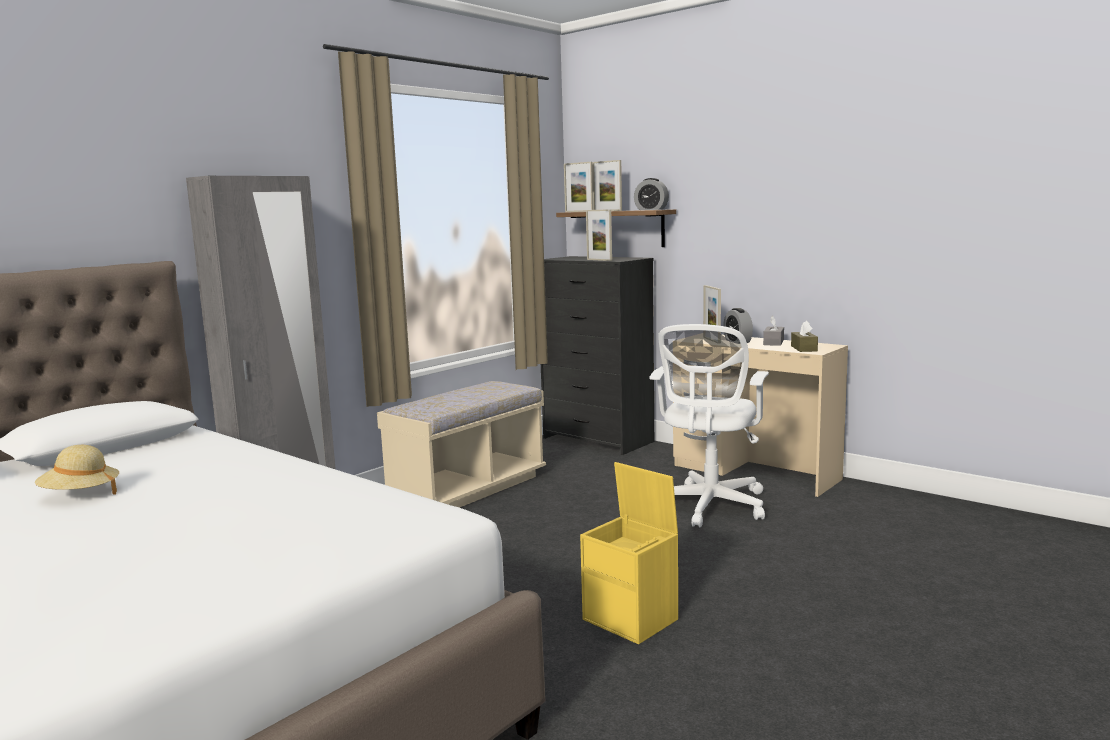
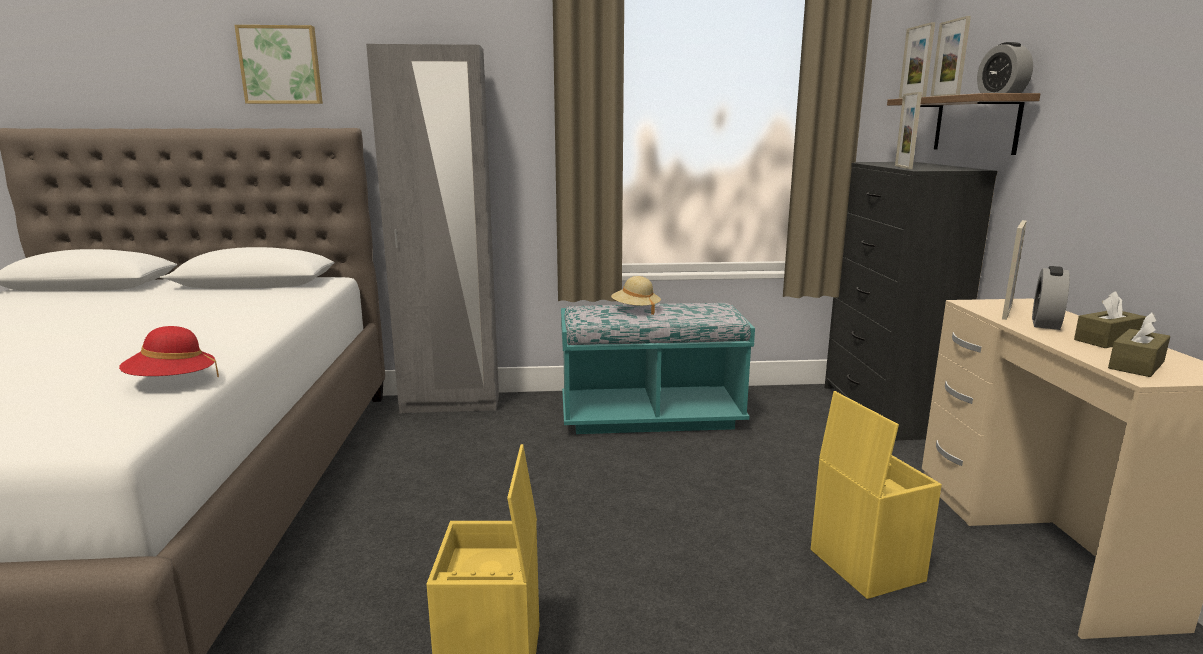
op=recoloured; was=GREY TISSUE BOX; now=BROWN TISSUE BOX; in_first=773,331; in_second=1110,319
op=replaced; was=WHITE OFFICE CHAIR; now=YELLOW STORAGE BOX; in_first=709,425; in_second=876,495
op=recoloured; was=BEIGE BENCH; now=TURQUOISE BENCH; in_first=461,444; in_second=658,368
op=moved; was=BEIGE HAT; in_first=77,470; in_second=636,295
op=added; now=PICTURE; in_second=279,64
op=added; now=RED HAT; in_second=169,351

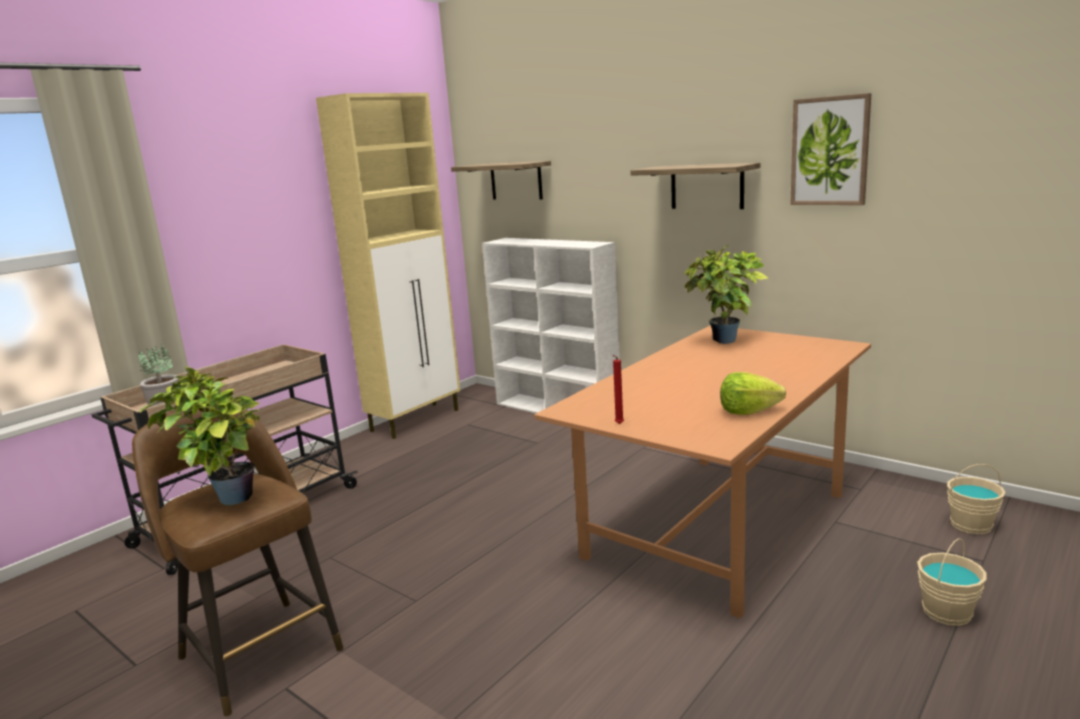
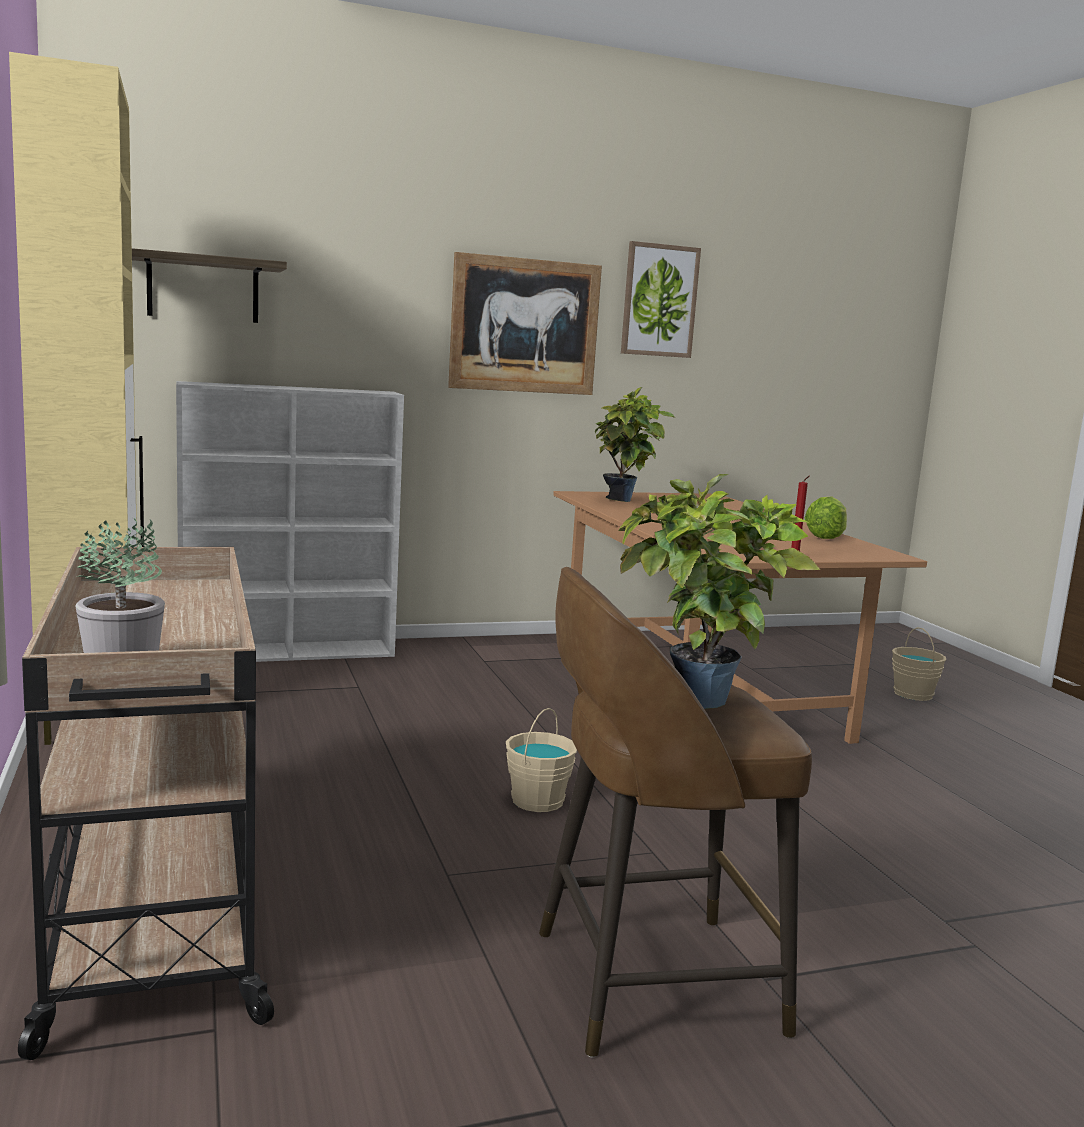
op=replaced; was=SHELF; now=PICTURE; in_first=696,186; in_second=525,323
op=moved; was=BEIGE BUCKET; in_first=976,499; in_second=541,760

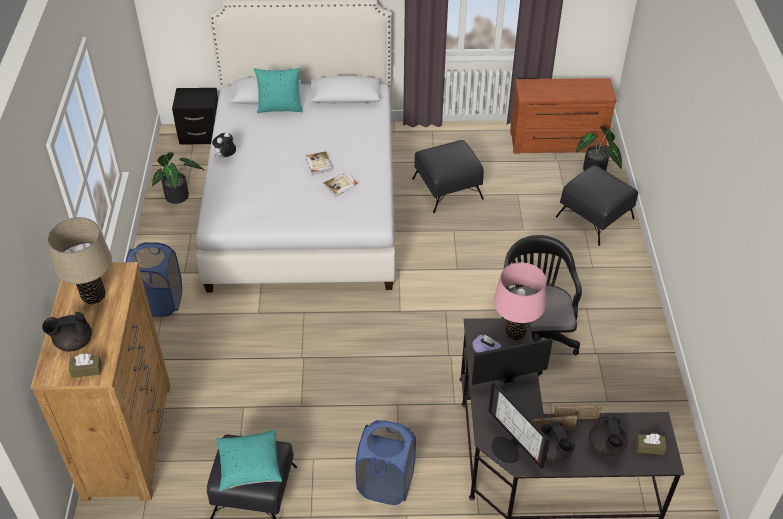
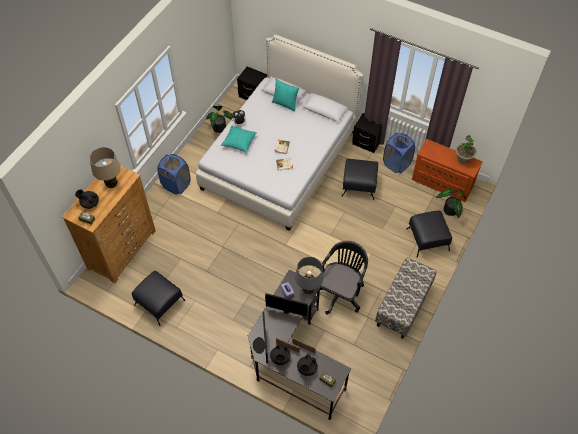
op=recoloured; was=PINK TABLE LAMP; now=GREY TABLE LAMP; in_first=520,301; in_second=309,275
op=moved; was=BLUE LAUNDRY BASKET; in_first=385,462; in_second=399,153
op=moved; was=TURQUOISE PILLOW; in_first=249,460; in_second=239,139
op=added; now=BLACK NIGHTSTAND; in_second=367,133
op=added; now=POTTED PLANT; in_second=466,149
op=added; now=BENCH; in_second=406,298

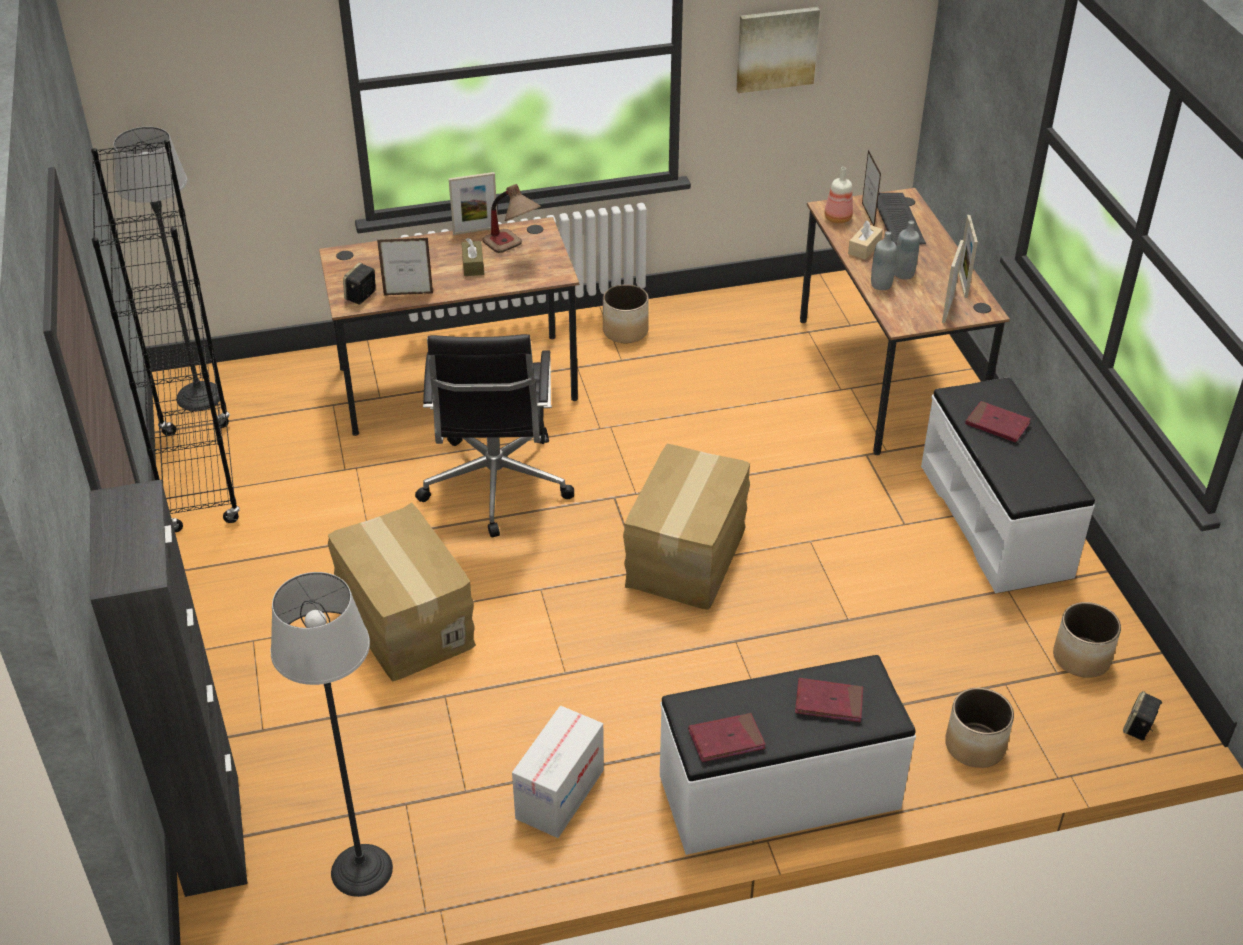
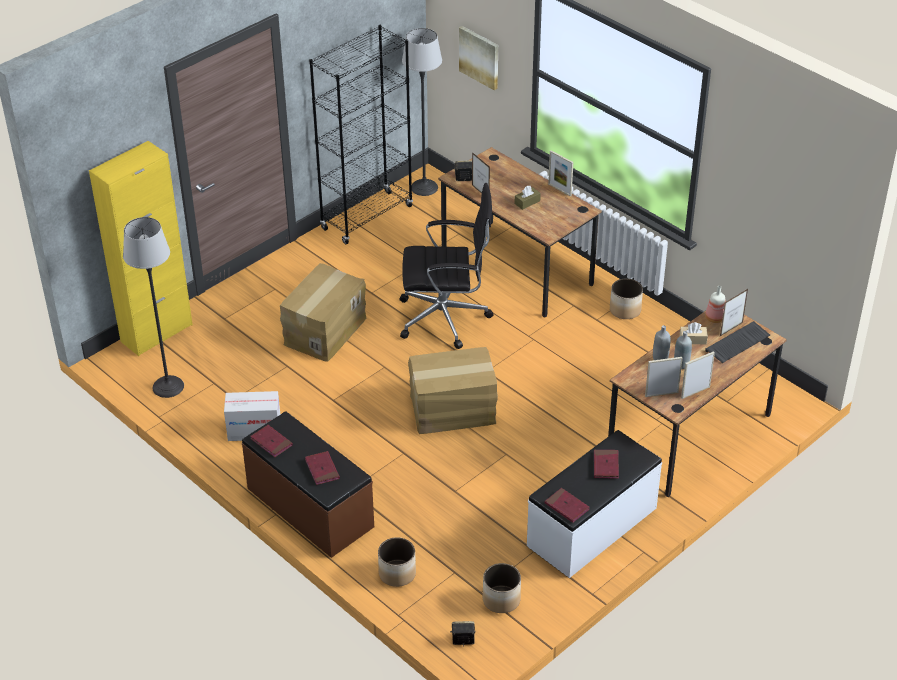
op=moved; was=PICTURE; in_first=778,50; in_second=478,58
op=removed; was=TABLE LAMP; in_first=512,218
op=turned; was=BLACK OFFICE CHAIR; in_first=494,435; in_second=446,266; clockwise=-150
op=recoloured; was=BLACK CABINET; now=YELLOW CABINET; in_first=169,688; in_second=141,248
op=recoloured; was=WHITE BENCH; now=BROWN BENCH; in_first=788,755; in_second=308,485
op=added; now=RED BOOK; in_second=567,505

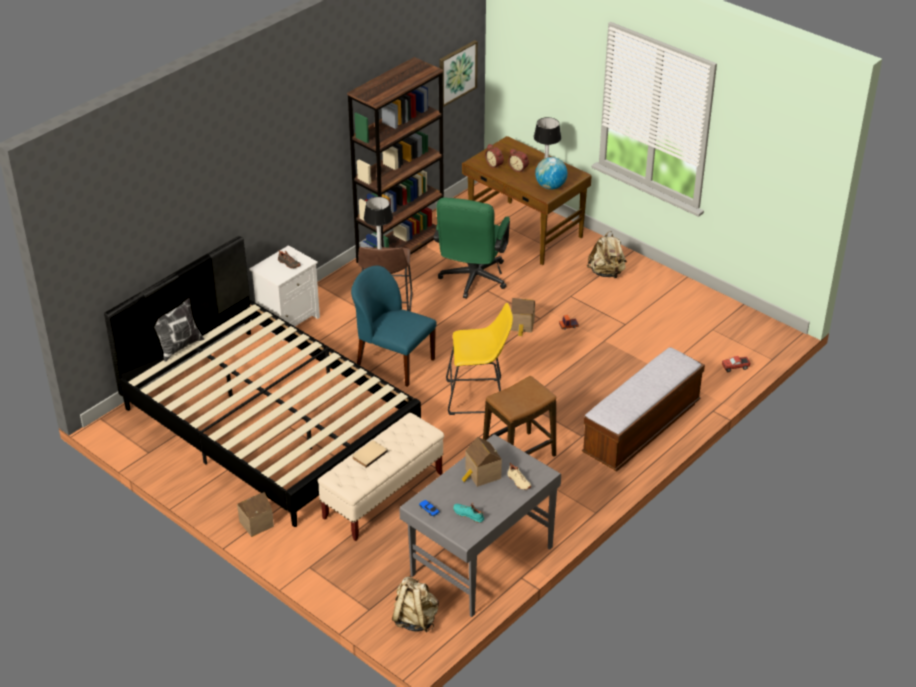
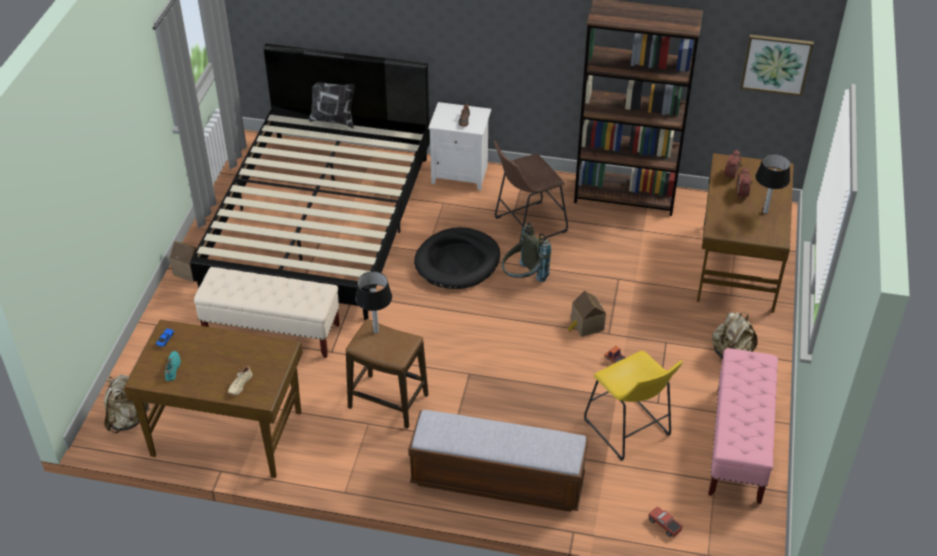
op=removed; was=GLOBE; in_first=551,173
op=moved; was=TABLE LAMP; in_first=378,223; in_second=373,302
op=removed; was=GREEN OFFICE CHAIR; in_first=472,247
op=replaced; was=BLUE CHAIR; now=BLACK DOG BED; in_first=394,326; in_second=457,258
op=moved; was=YELLOW STOOL; in_first=479,359; in_second=633,406
op=recoloured; was=GREY DESK; now=BROWN DESK; in_first=480,525; in_second=213,399
op=removed; was=TOY HOUSE; in_first=482,462
op=removed; was=BEIGE BOOK; in_first=370,454
op=added; now=GREY BACKPACK; in_second=526,252
op=added; now=PINK BENCH; in_second=743,426

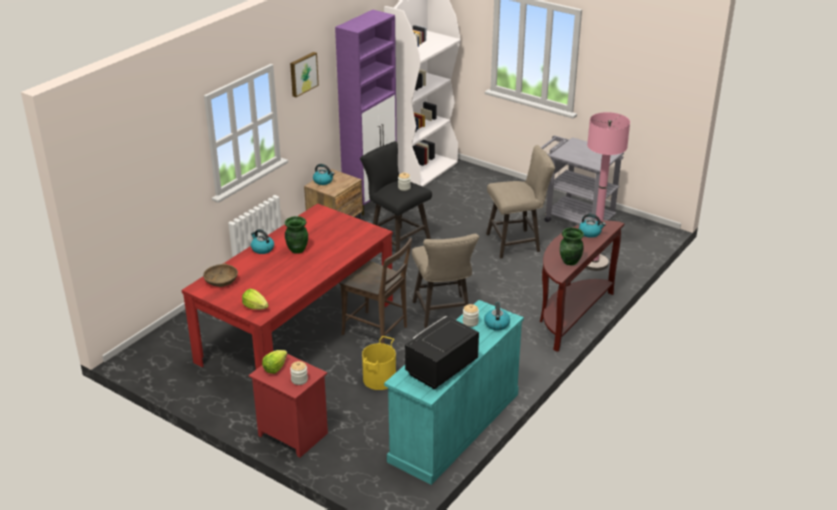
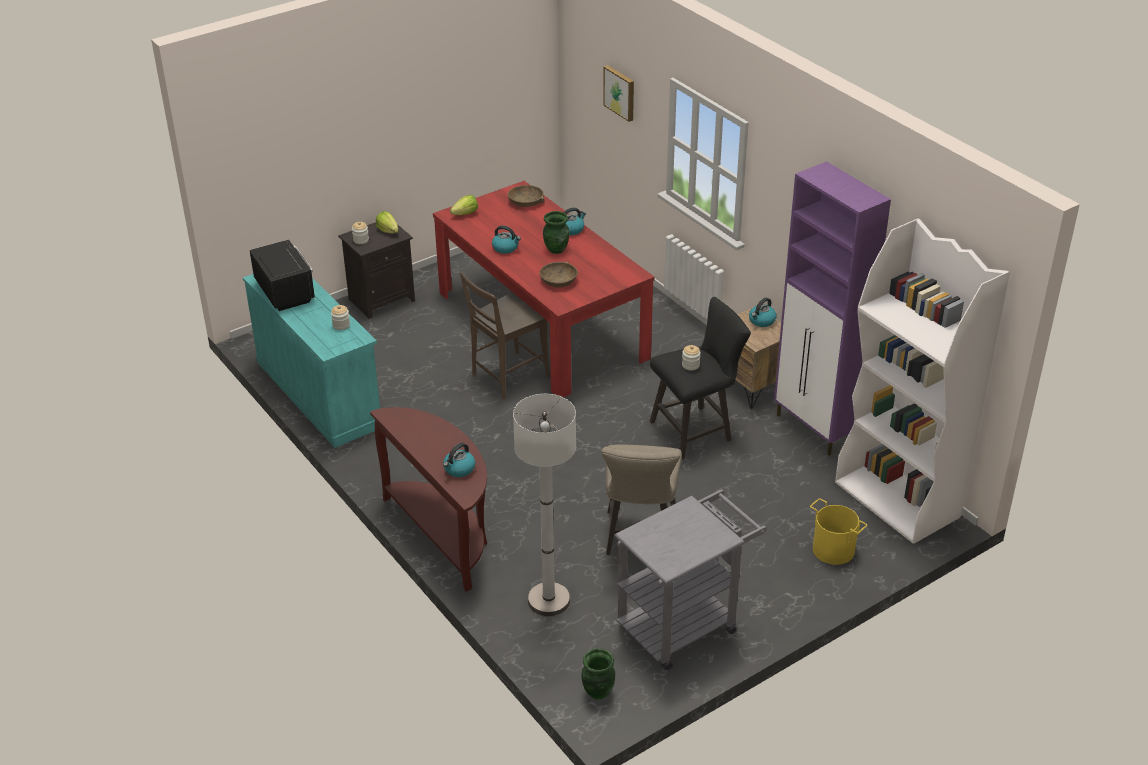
op=moved; was=PICTURE; in_first=304,74; in_second=618,93
op=recoloured; was=PINK FLOOR LAMP; now=WHITE FLOOR LAMP; in_first=608,191; in_second=544,505
op=moved; was=GREEN VASE; in_first=572,246; in_second=598,674
op=removed; was=BEIGE STOOL; in_first=445,281
op=moved; was=KETTLE; in_first=497,316; in_second=506,240
op=moved; was=YELLOW BUCKET; in_first=379,363; in_second=838,531
op=recoloured; was=RED NIGHTSTAND; now=BLACK NIGHTSTAND; in_first=288,406; in_second=376,270
op=added; now=BROWN BOWL; in_second=559,274

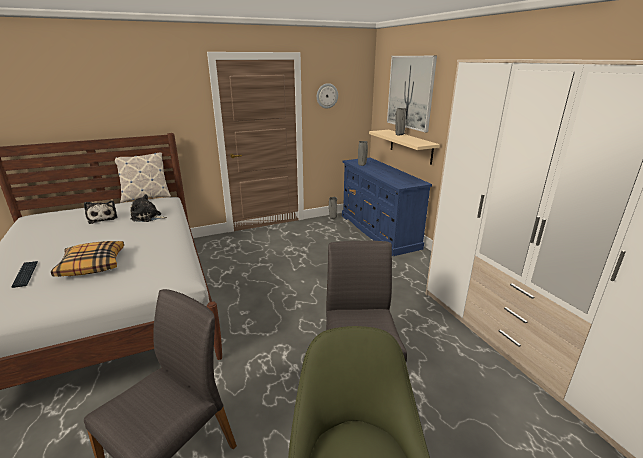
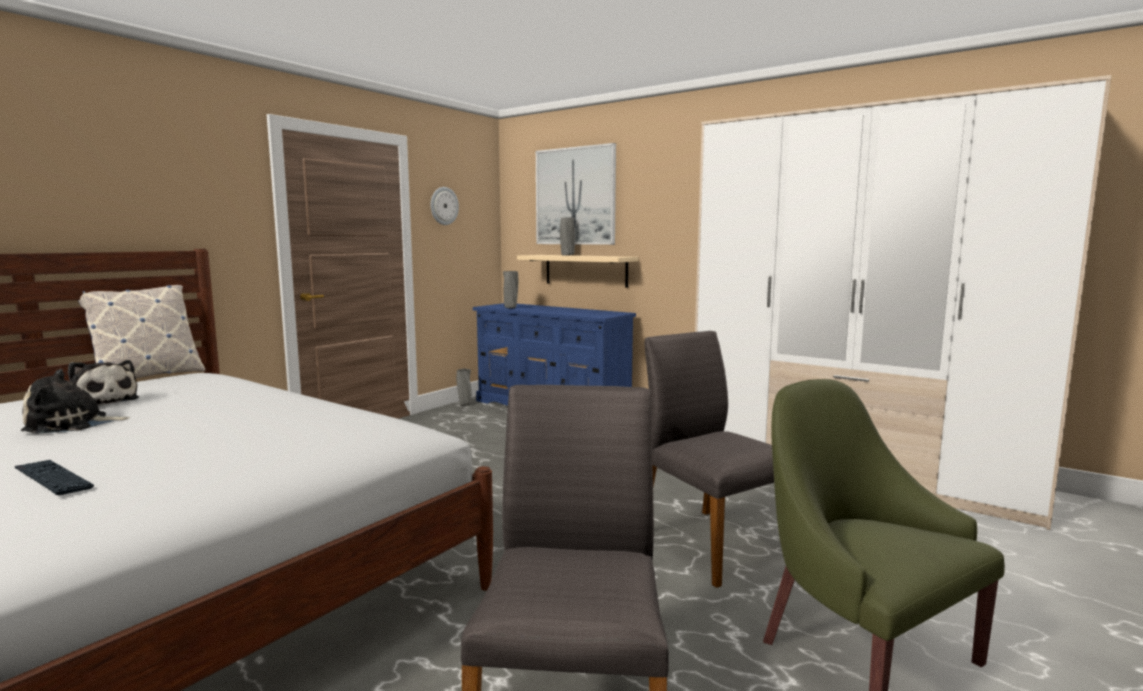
op=moved; was=PLUSH TOY; in_first=148,208; in_second=75,401
op=removed; was=PILLOW; in_first=87,259

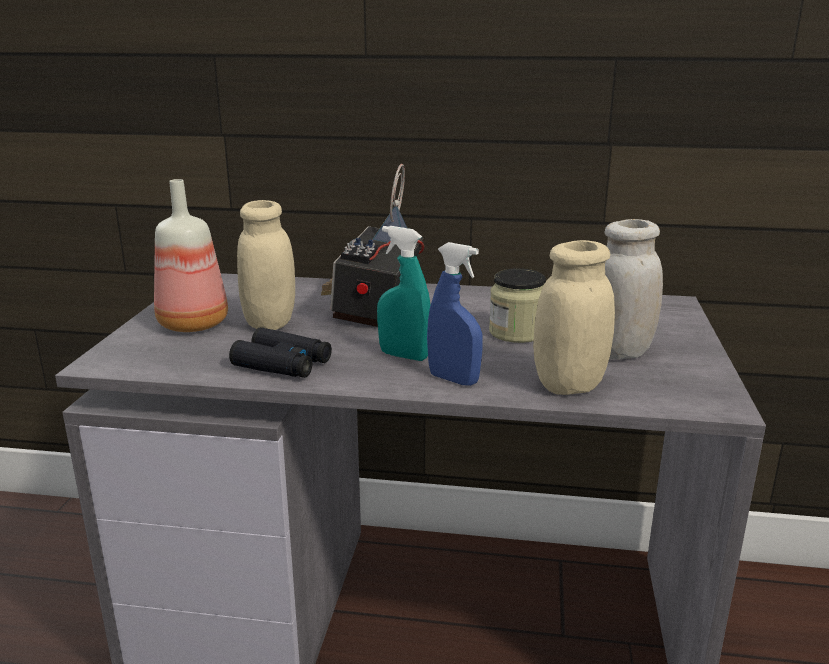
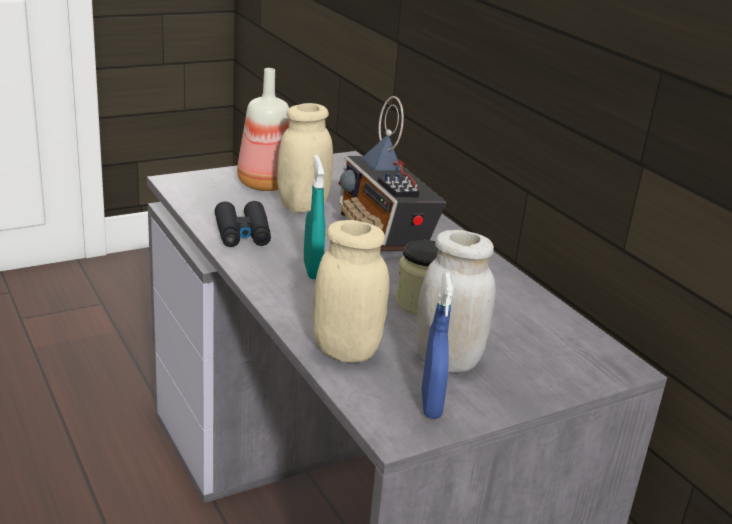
op=turned; was=RADIO; in_first=372,245; in_second=392,174; clockwise=-90
op=moved; was=BLUE SPRAY BOTTLE; in_first=455,314; in_second=438,345

